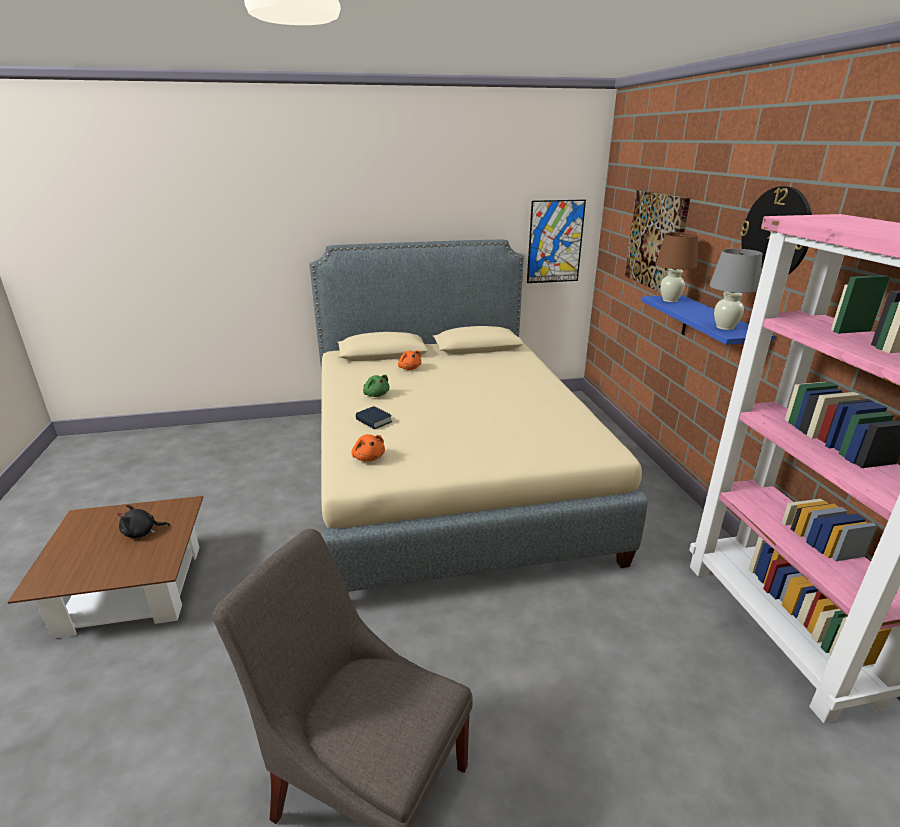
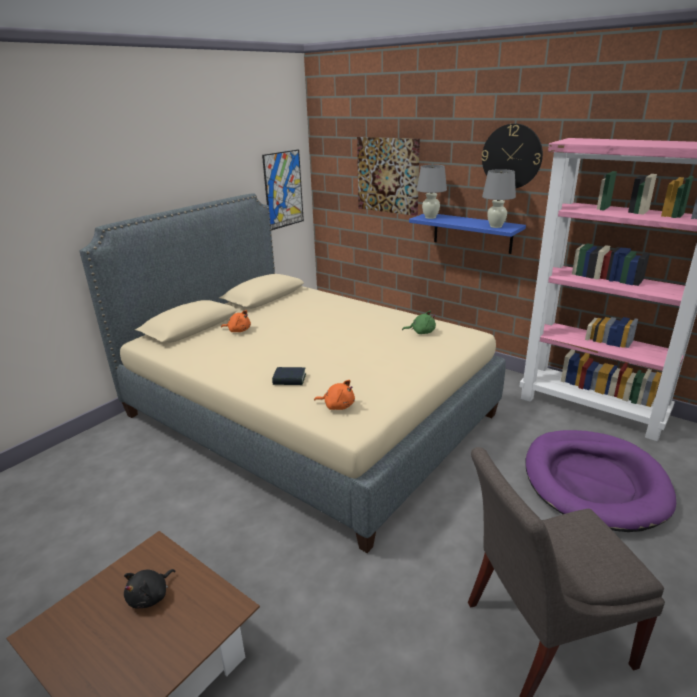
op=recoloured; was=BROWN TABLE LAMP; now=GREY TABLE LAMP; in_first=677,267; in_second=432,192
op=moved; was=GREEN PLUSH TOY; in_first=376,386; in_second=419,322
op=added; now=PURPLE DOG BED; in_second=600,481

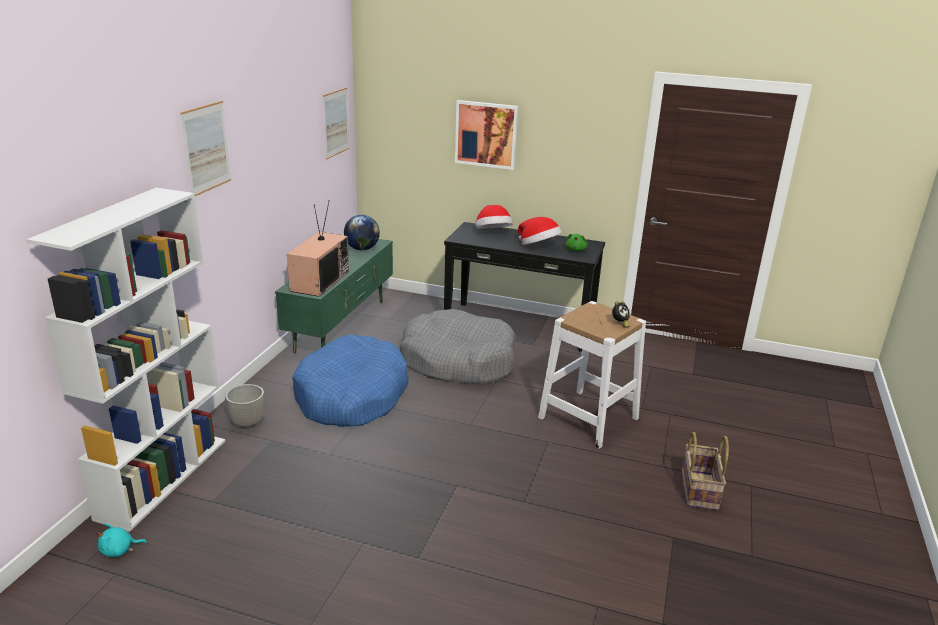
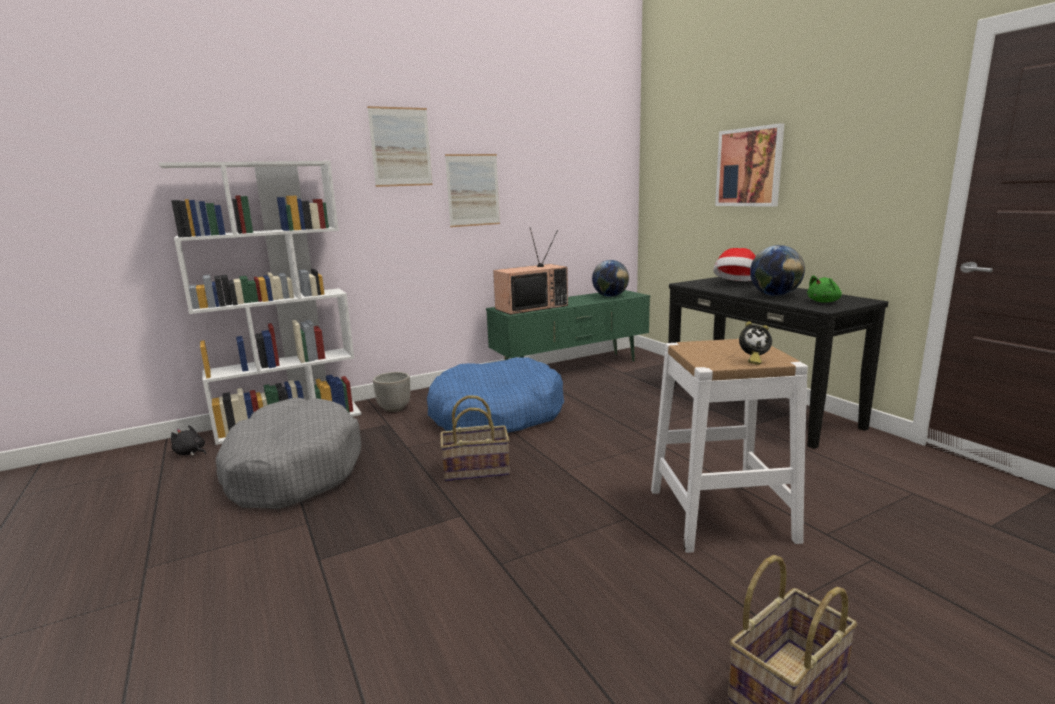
op=moved; was=PICTURE; in_first=336,123; in_second=472,190
op=replaced; was=HAT; now=GLOBE; in_first=540,231; in_second=777,270
op=moved; was=GREY DOG BED; in_first=457,347; in_second=288,453
op=recoloured; was=TURQUOISE PLUSH TOY; now=BLACK PLUSH TOY; in_first=122,540; in_second=188,440
op=added; now=BASKET; in_second=475,438

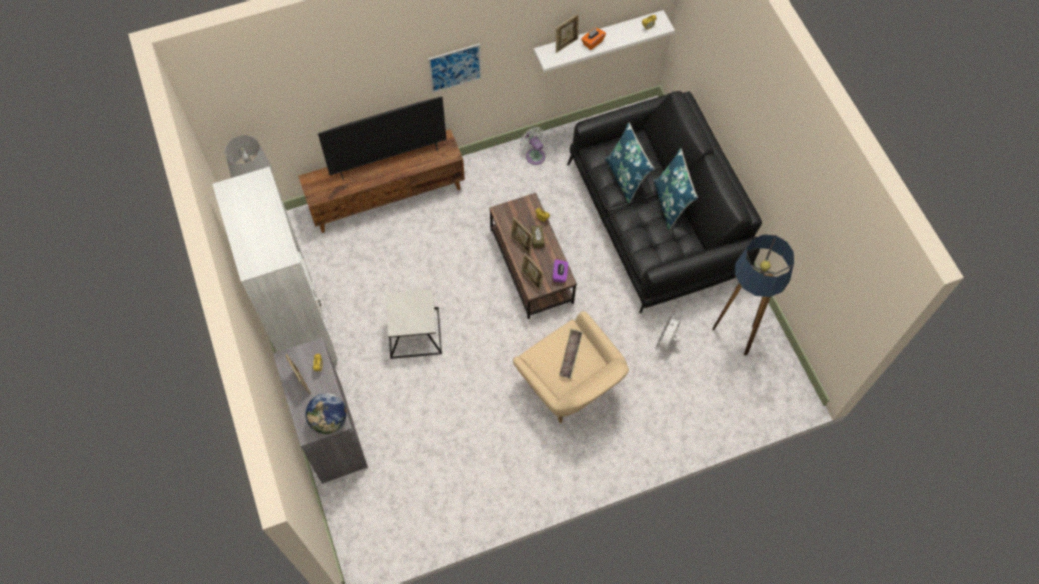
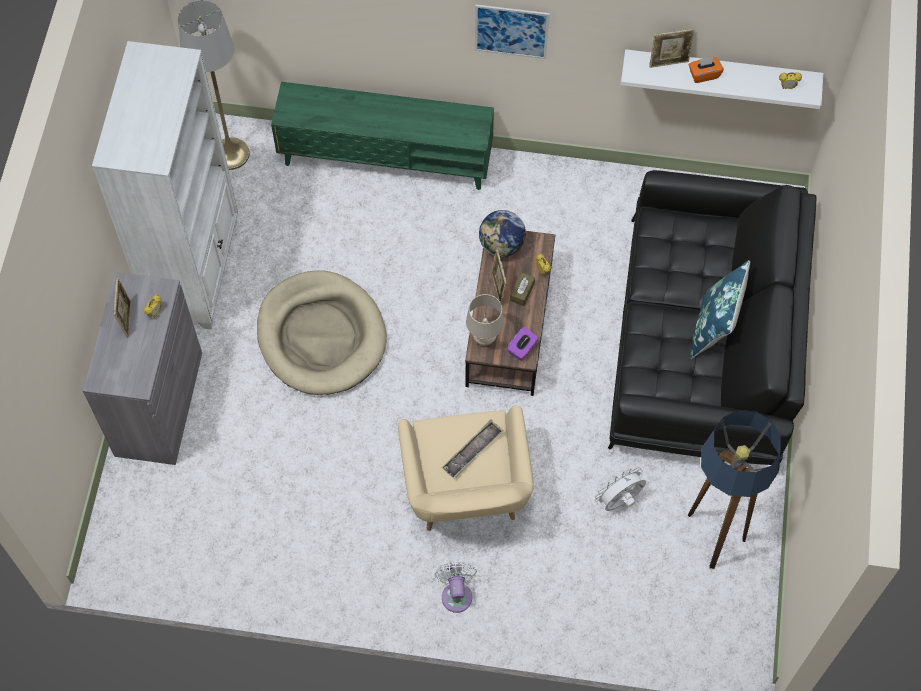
op=removed; was=TELEVISION; in_first=382,138
op=removed; was=BLUE PILLOW; in_first=629,163
op=moved; was=WHITE FAN; in_first=532,146; in_second=456,587
op=recoloured; was=BROWN TV STAND; now=GREEN TV STAND; in_first=381,181; in_second=382,136
op=replaced; was=PICTURE FRAME; now=BEIGE TABLE LAMP; in_first=532,271; in_second=485,320
op=replaced; was=SIDE TABLE; now=BEIGE DOG BED; in_first=414,324; in_second=322,332
op=moved; was=GLOBE; in_first=326,413; in_second=502,233

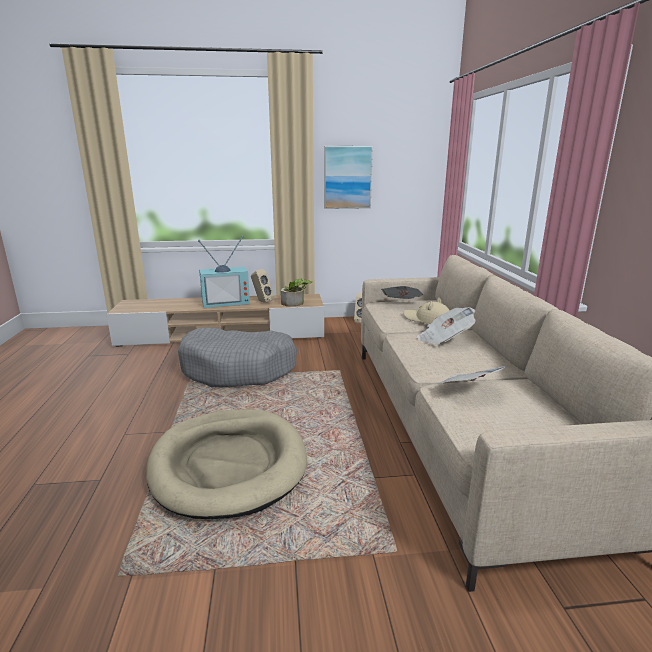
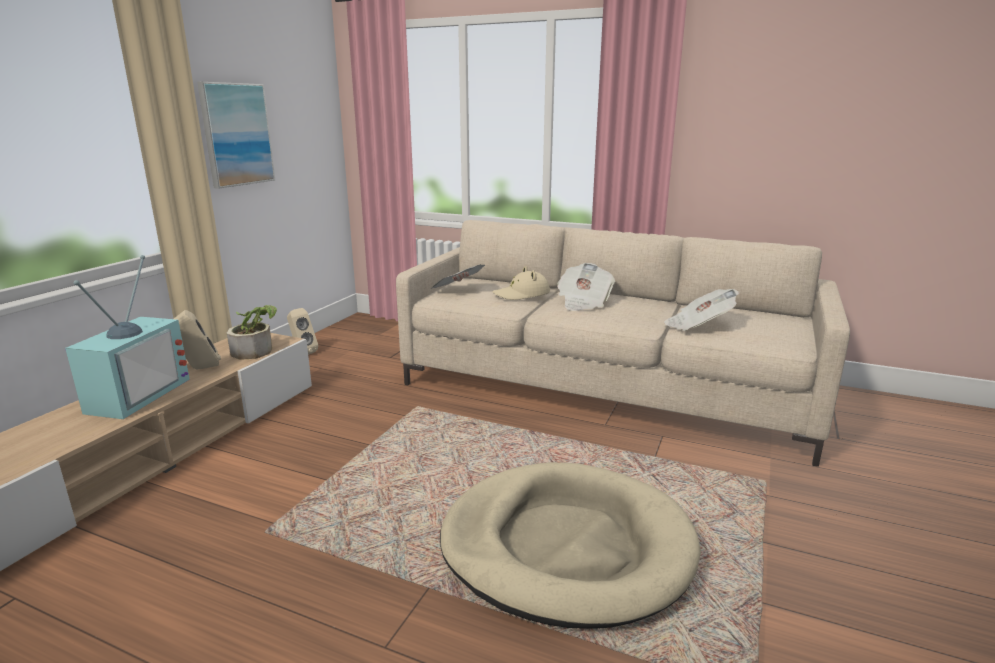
op=removed; was=GREY DOG BED; in_first=237,357

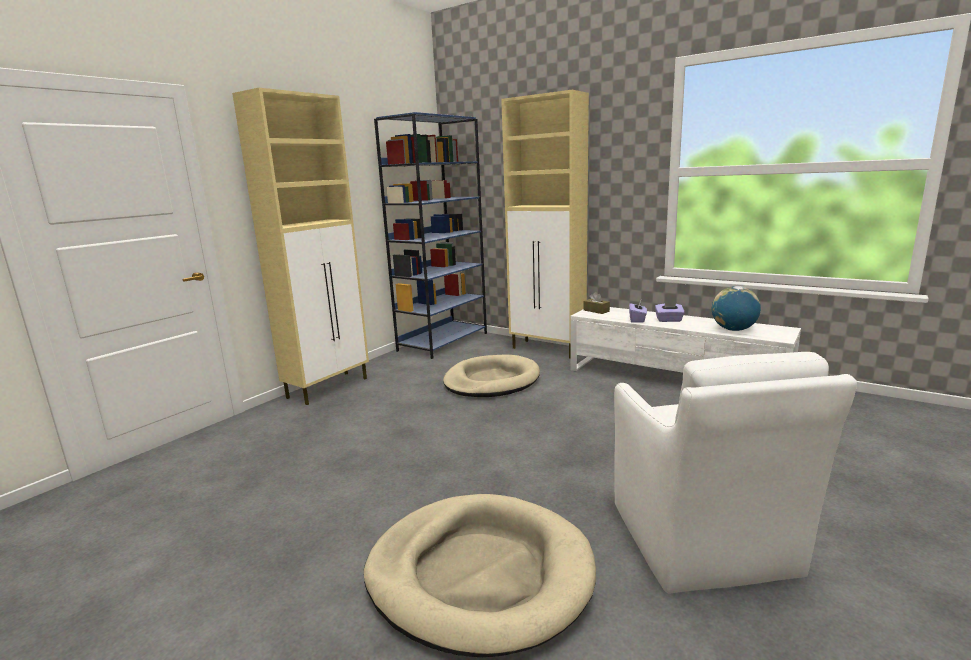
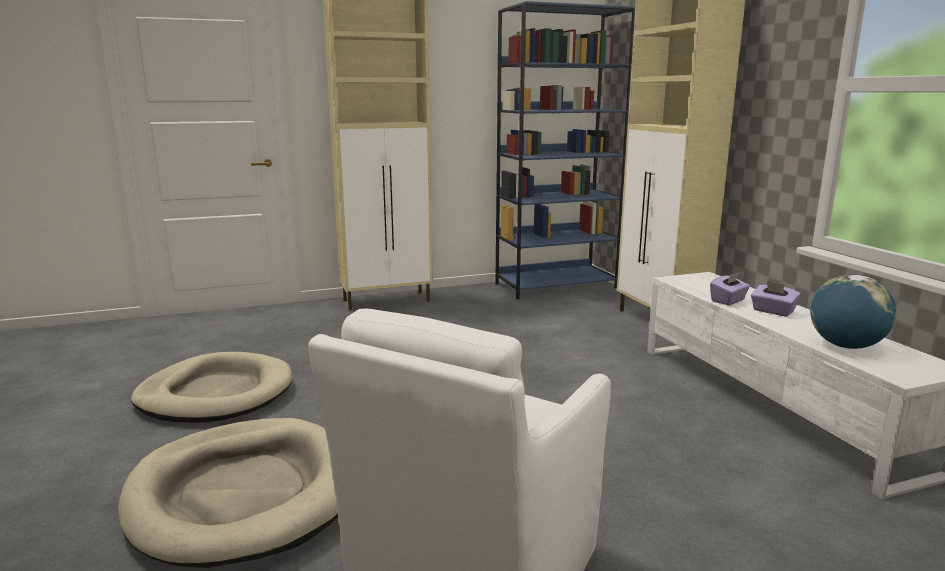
op=removed; was=BROWN TISSUE BOX; in_first=597,303
op=moved; was=BEIGE DOG BED; in_first=491,376; in_second=211,387

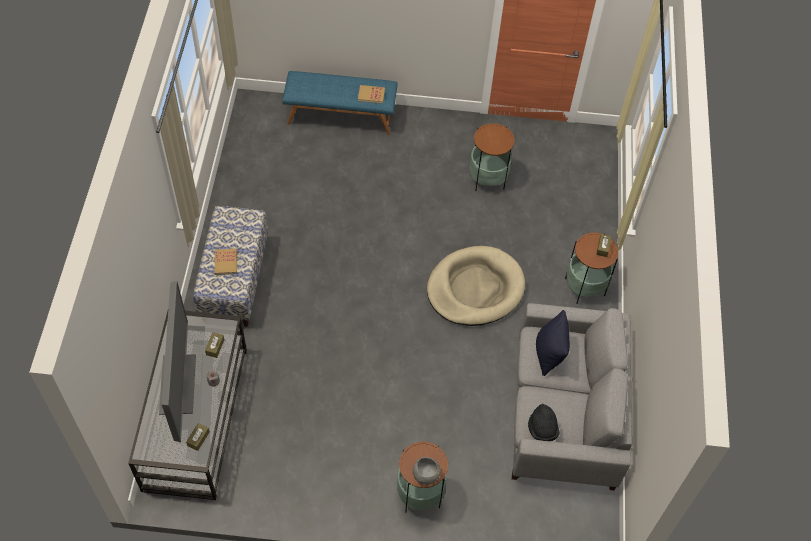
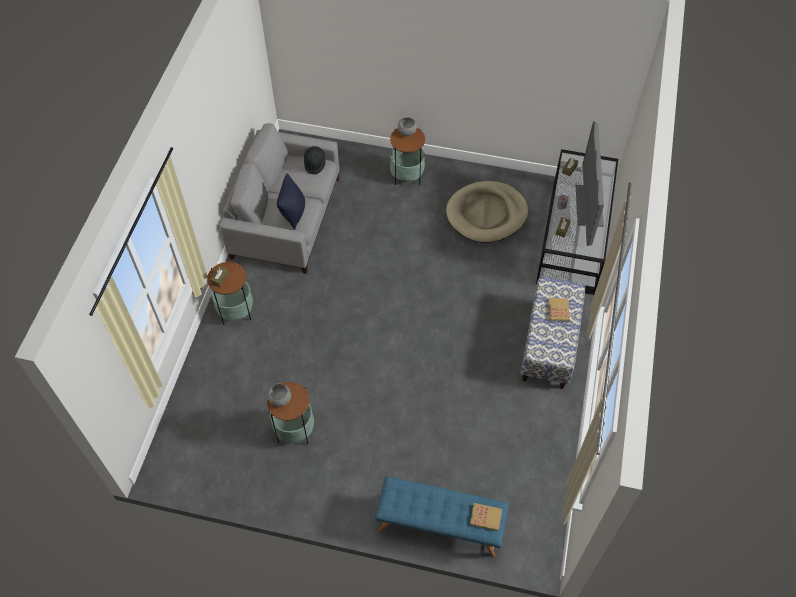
op=moved; was=BOOK; in_first=371,94; in_second=486,517
op=moved; was=BEIGE DOG BED; in_first=476,286; in_second=487,212
op=added; now=GREY BOWL; in_second=279,395

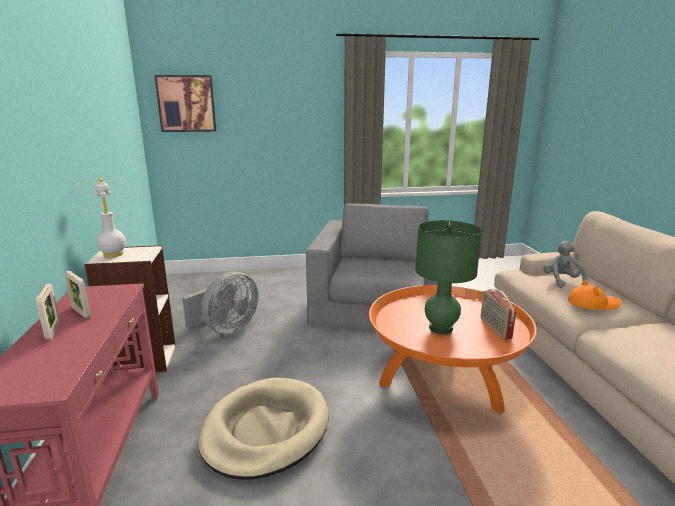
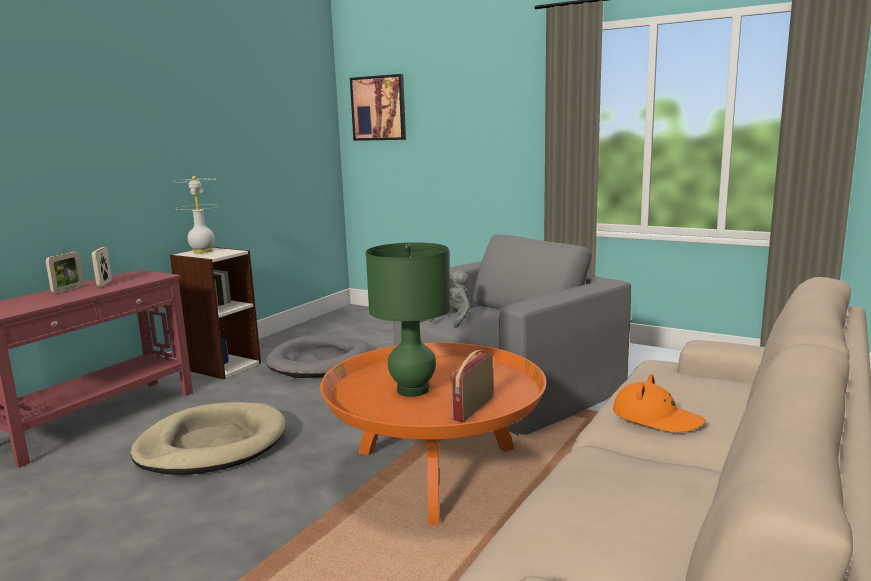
op=moved; was=GREY PLUSH TOY; in_first=565,264; in_second=450,299
op=replaced; was=GREY FAN; now=GREY DOG BED; in_first=220,302; in_second=318,356

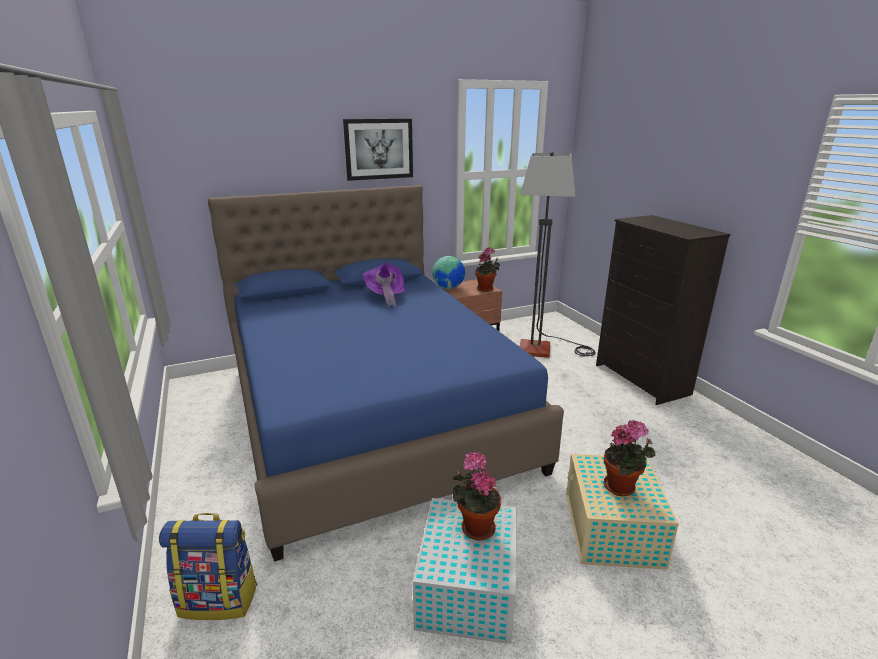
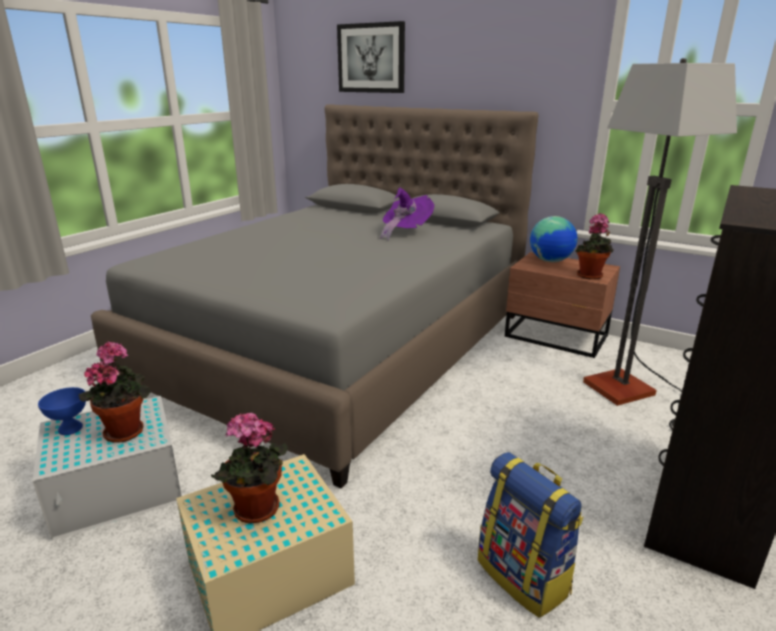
op=moved; was=PICTURE; in_first=378,150; in_second=371,57
op=recoloured; was=BLUE BED; now=GREY BED; in_first=386,373; in_second=315,296
op=moved; was=BACKPACK; in_first=208,566; in_second=531,535
op=added; now=BLUE BOWL; in_second=62,411

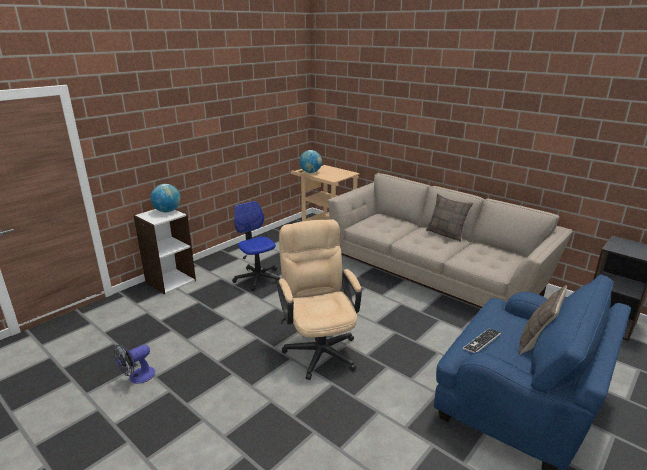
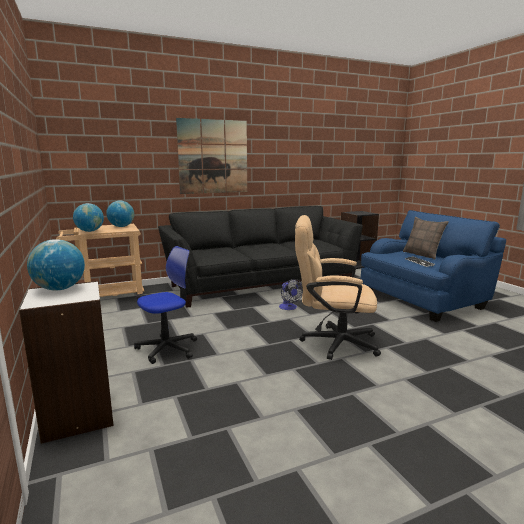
op=recoloured; was=BEIGE SOFA; now=BLACK SOFA; in_first=450,240; in_second=260,257
op=removed; was=PILLOW; in_first=449,217
op=turned; was=OFFICE CHAIR; in_first=256,246; in_second=165,305; clockwise=150
op=moved; was=FAN; in_first=134,364; in_second=291,294
op=added; now=PICTURE; in_second=211,156
op=added; now=GLOBE; in_second=120,214

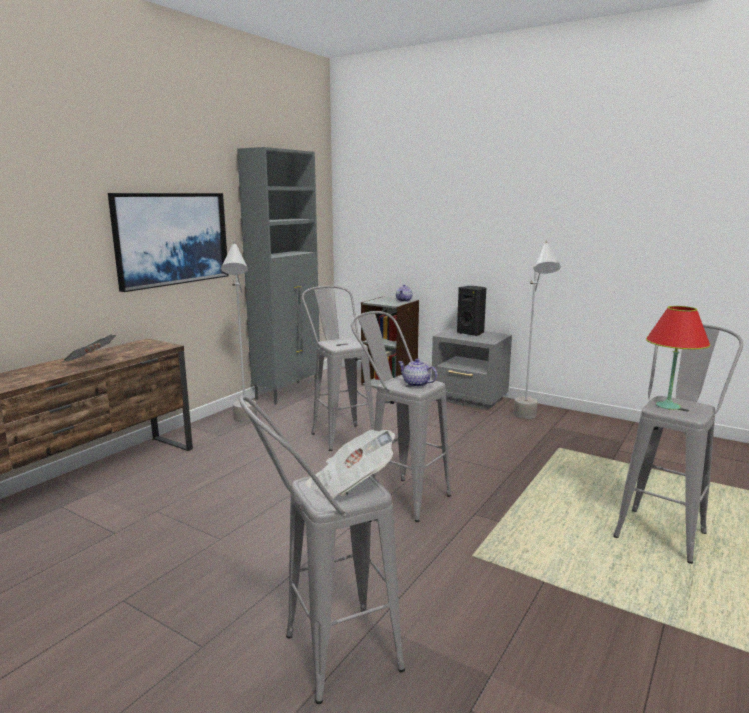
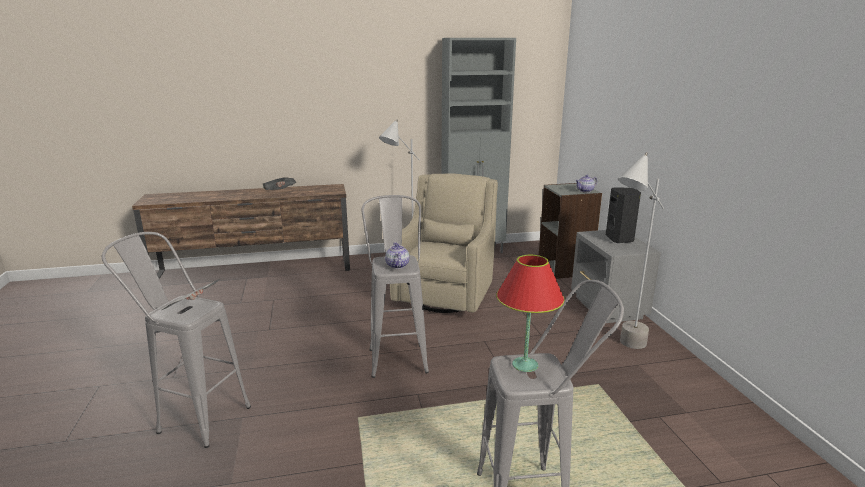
op=removed; was=PICTURE; in_first=168,242
op=replaced; was=GREY STOOL; now=BEIGE ARMCHAIR; in_first=338,368; in_second=444,243

